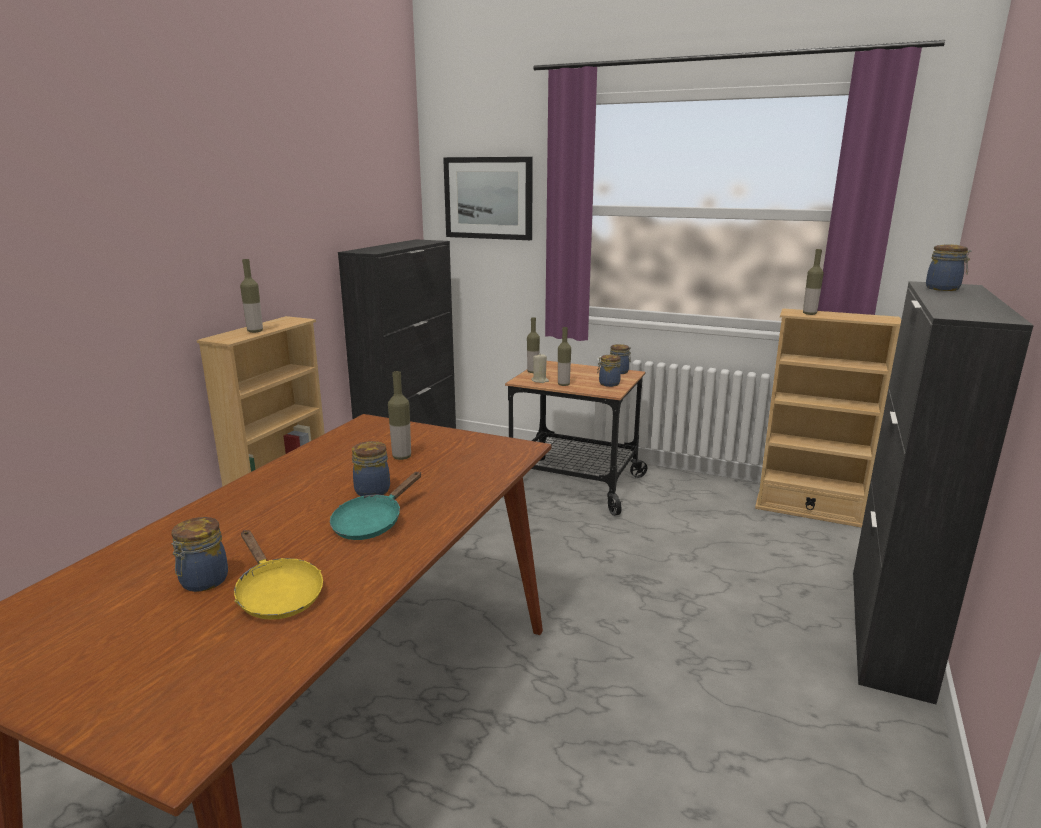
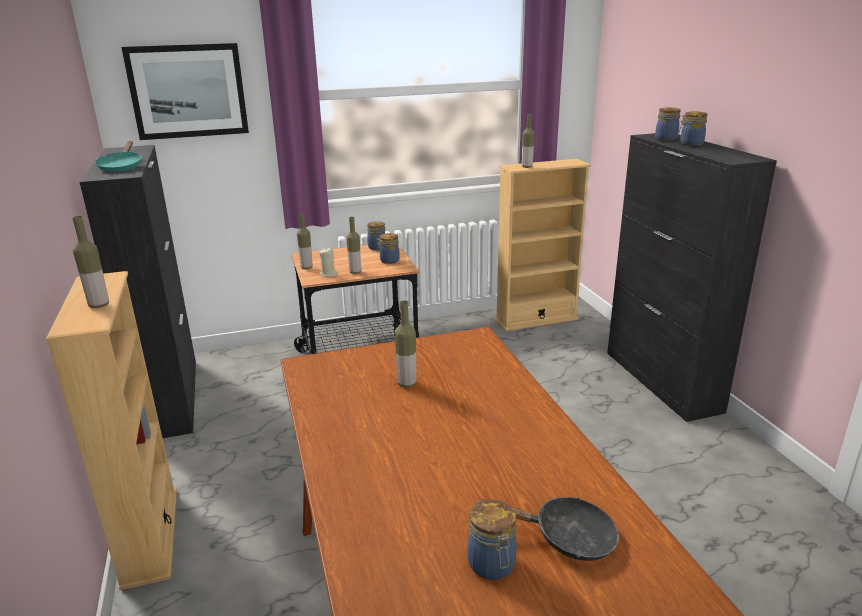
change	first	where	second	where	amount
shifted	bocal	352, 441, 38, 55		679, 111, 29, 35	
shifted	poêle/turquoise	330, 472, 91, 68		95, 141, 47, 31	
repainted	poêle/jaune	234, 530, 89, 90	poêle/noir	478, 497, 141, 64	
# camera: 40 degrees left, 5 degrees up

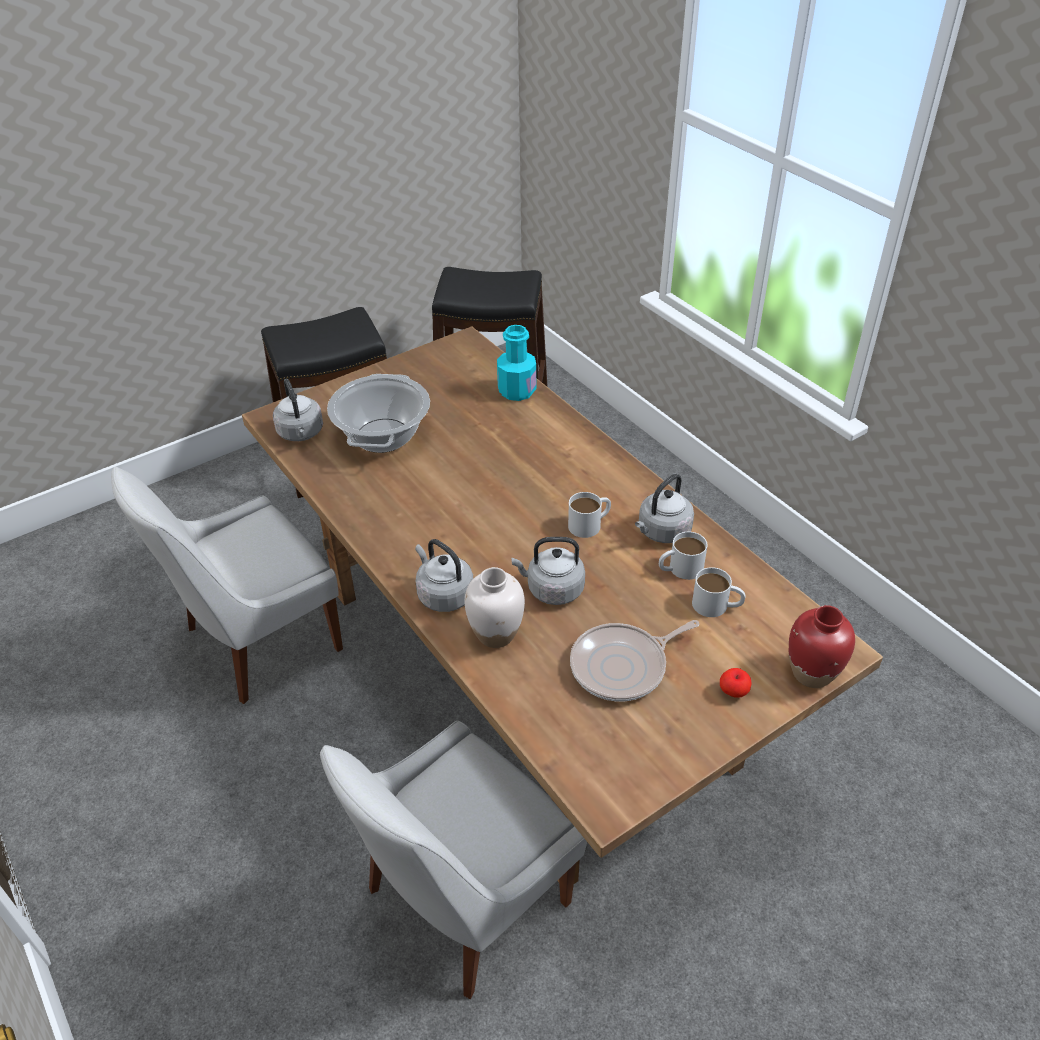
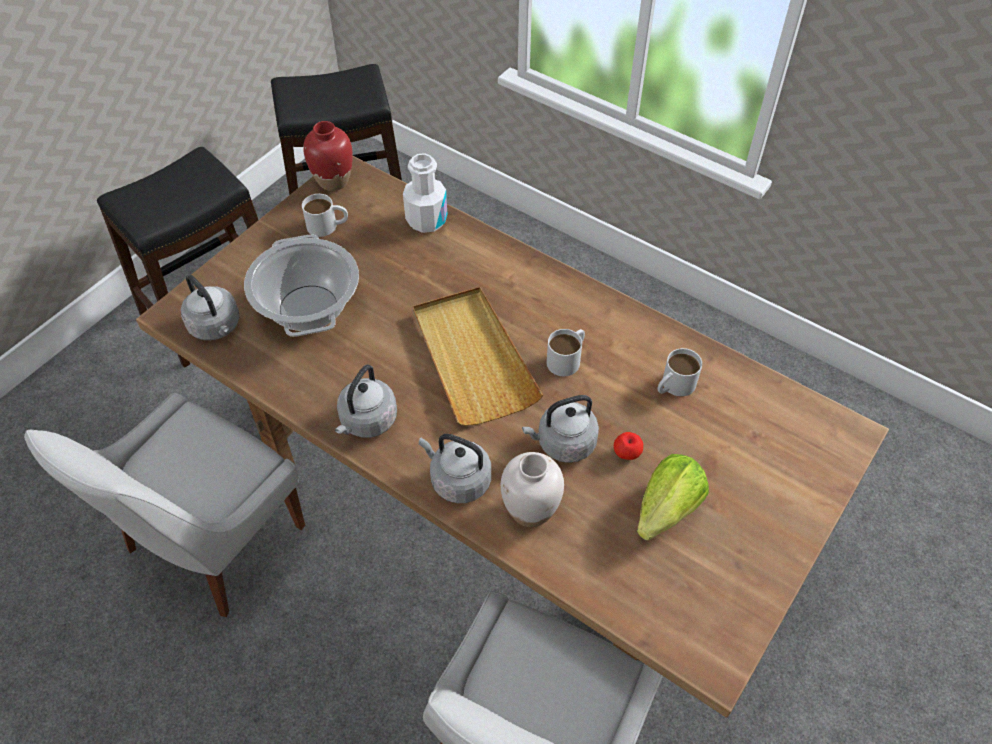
change	first	where	second	where	amount
repainted	bouteille/turquoise	497, 325, 39, 76	bouteille/blanc	403, 153, 44, 80	
shifted	bouilloire/gris	635, 474, 59, 69		335, 365, 62, 73	
shifted	mug/blanc	692, 567, 54, 50		302, 194, 46, 43	
shifted	vase/rouge	789, 605, 66, 83		303, 121, 50, 70	
swapped	poêle	570, 620, 129, 81	laitue	637, 454, 72, 86	
shifted	pomme	720, 668, 31, 30		614, 432, 29, 28	
new			plateau/beige	413, 287, 130, 139	
# camera: 20 degrees left, 10 degrees up

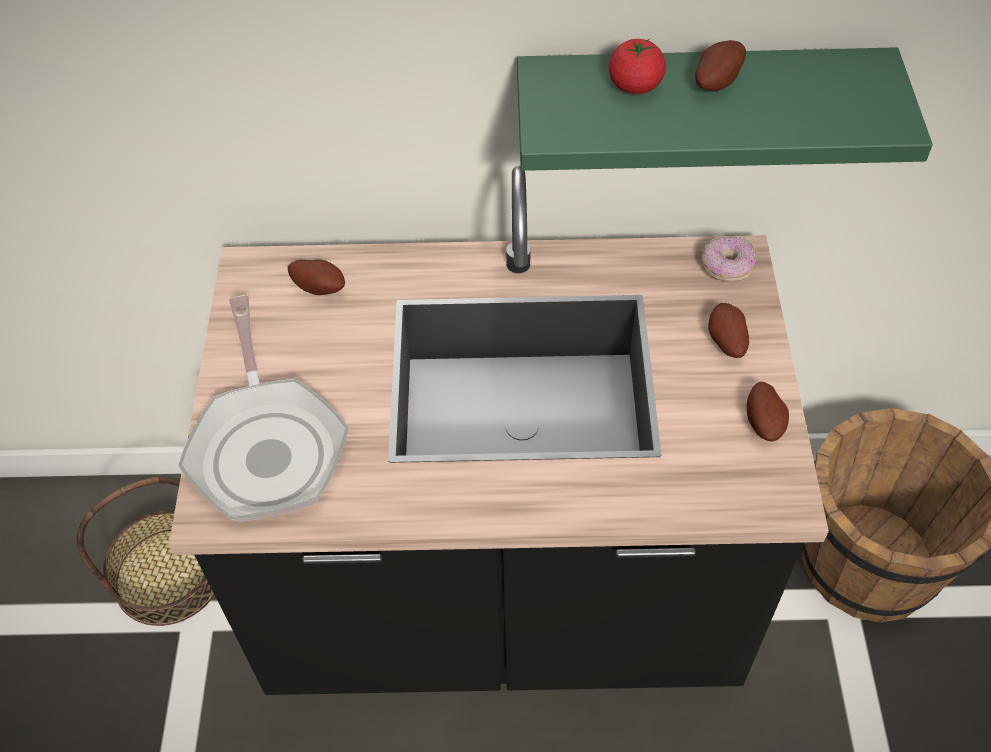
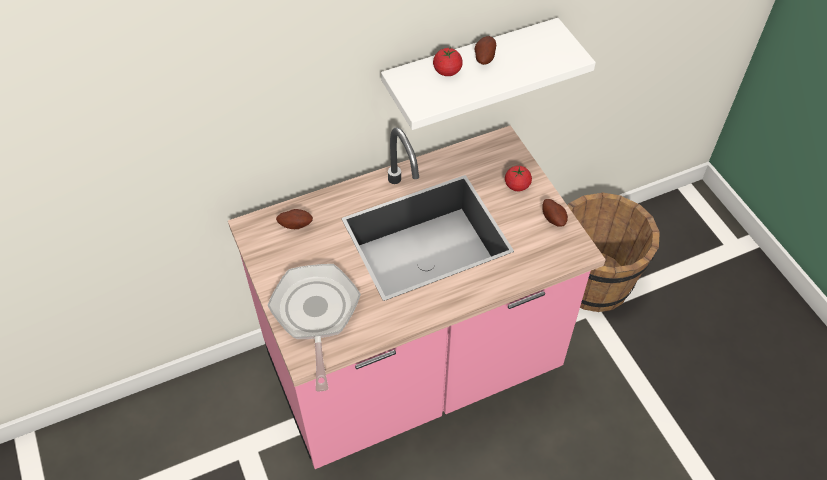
change	first	where	second	where	amount
repainted	étagère/vert	517, 47, 416, 124	étagère/blanc	381, 18, 215, 112	
repainted	comptoir de cuisine/noir	169, 166, 660, 529	comptoir de cuisine/rose	228, 125, 378, 344	
gone	beignet	701, 236, 56, 46			
rotated	poêle	178, 295, 171, 227		267, 264, 94, 128	150 degrees counterclockwise
swapped	pomme de terre	708, 303, 41, 55	tomate	505, 166, 27, 25	
gone	panier	77, 477, 137, 149			
# camera: 25 degrees left, 0 degrees up

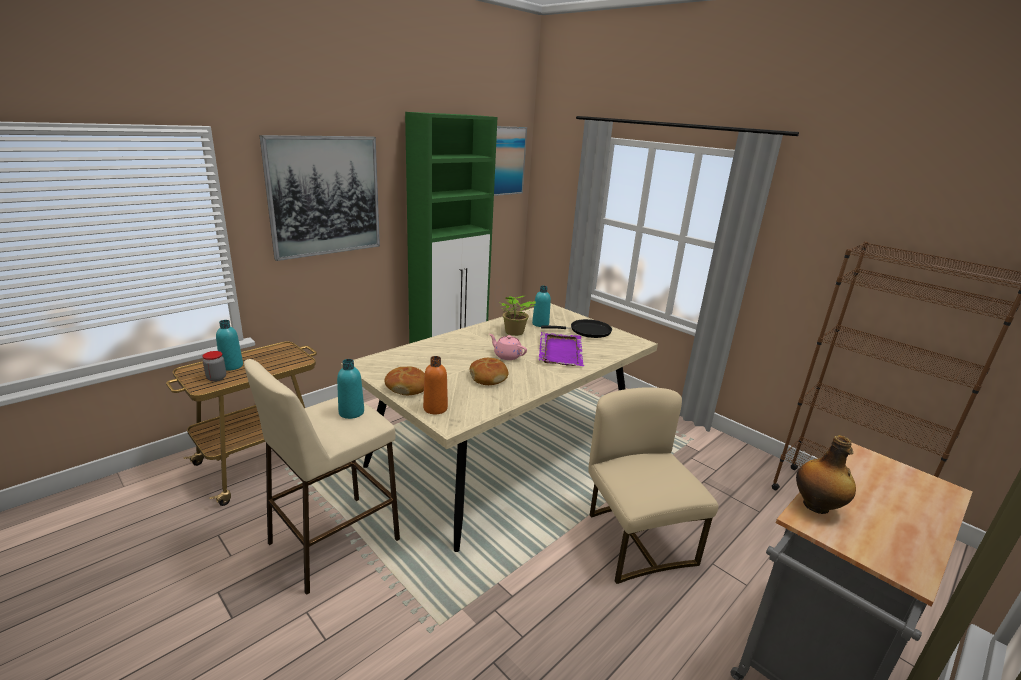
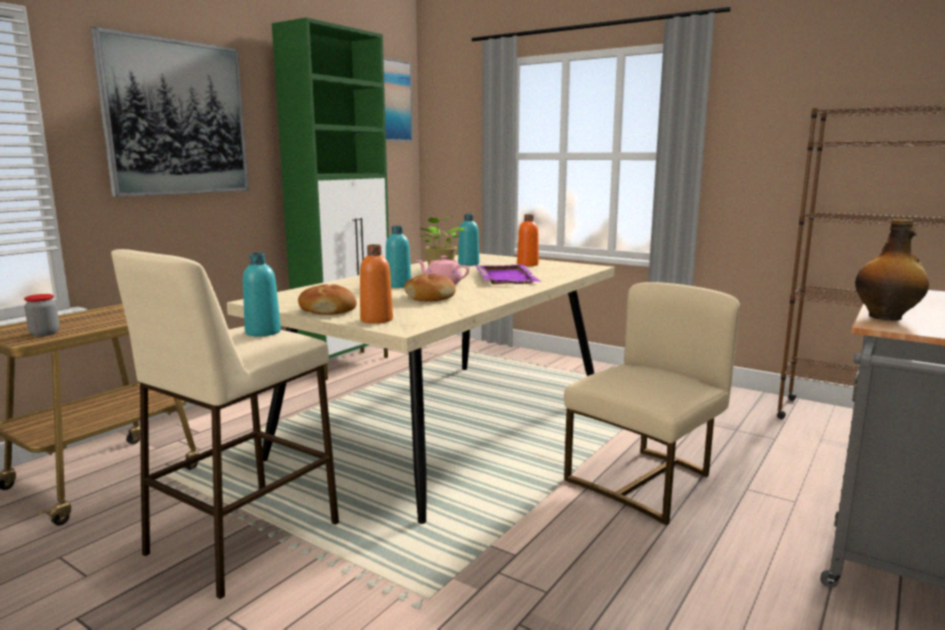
change	first	where	second	where	amount
swapped	poêle/noir	541, 319, 71, 19	bouteille/orange	517, 214, 22, 52	
shifted	bouteille/turquoise	216, 320, 27, 51		386, 226, 25, 62	
rotated	chaise/beige	588, 387, 131, 197		564, 282, 176, 243	75 degrees clockwise
# camera: 10 degrees left, 10 degrees down

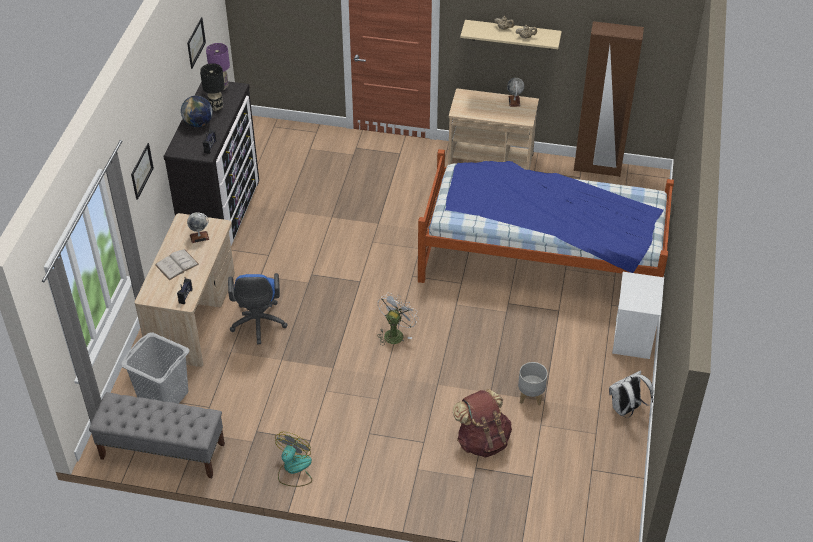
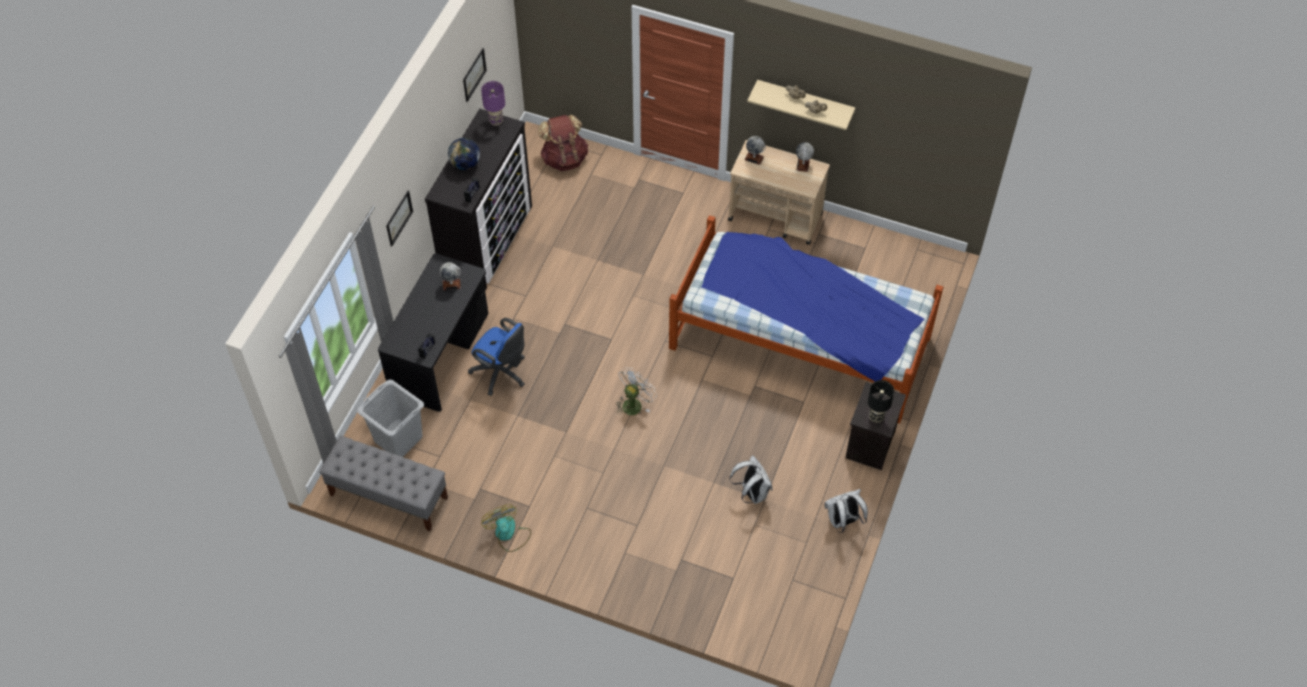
change	first	where	second	where	amount
gone	armoire/marron	574, 21, 70, 156			
shifted	lampe de table/noir	200, 63, 25, 48		868, 380, 26, 43	
repainted	bureau/beige	135, 213, 100, 154	bureau/noir	378, 253, 110, 159	
gone	livre/blanc	155, 249, 44, 31			
repainted	table de chevet/blanc	612, 272, 52, 87	table de chevet/noir	846, 382, 60, 88	
rotated	chaise de bureau/bleu	228, 273, 60, 71		468, 318, 57, 78	60 degrees counterclockwise
swapped	cache-pot/gris	518, 362, 30, 44	sac à dos/blanc	729, 455, 43, 49	
shifted	sac à dos/marron	453, 389, 59, 69		538, 115, 50, 56	
rotated	ventilateur	275, 432, 37, 55		481, 505, 50, 47	60 degrees counterclockwise
new			globe	744, 136, 22, 29	
# camera: 10 degrees right, 10 degrees up

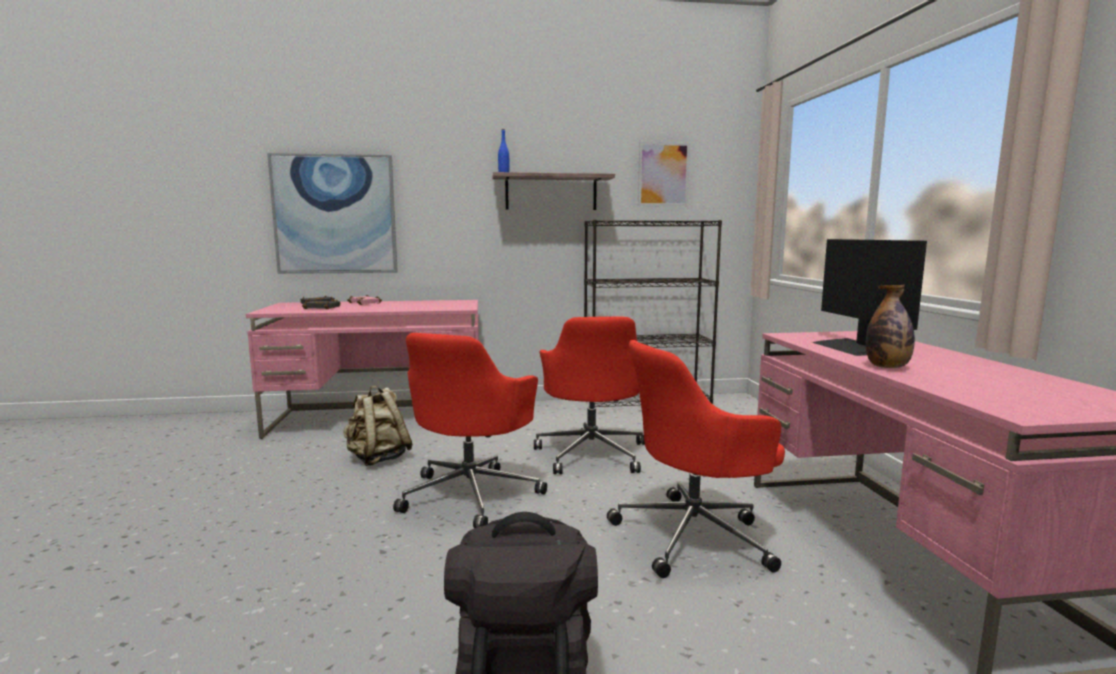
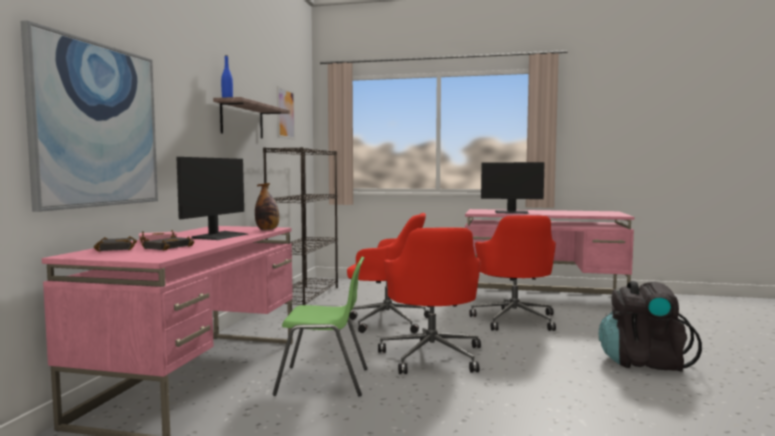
change	first	where	second	where	amount
shifted	bouteille	866, 284, 49, 84		255, 183, 24, 48	
rotated	chaise de bureau/rouge	393, 333, 154, 195		378, 227, 103, 147	45 degrees clockwise
swapped	sac à dos/beige	343, 386, 70, 80	chaise/vert	273, 256, 94, 140	
new			écran d'ordinateur	176, 157, 72, 83	
# camera: 70 degrees left, 5 degrees down

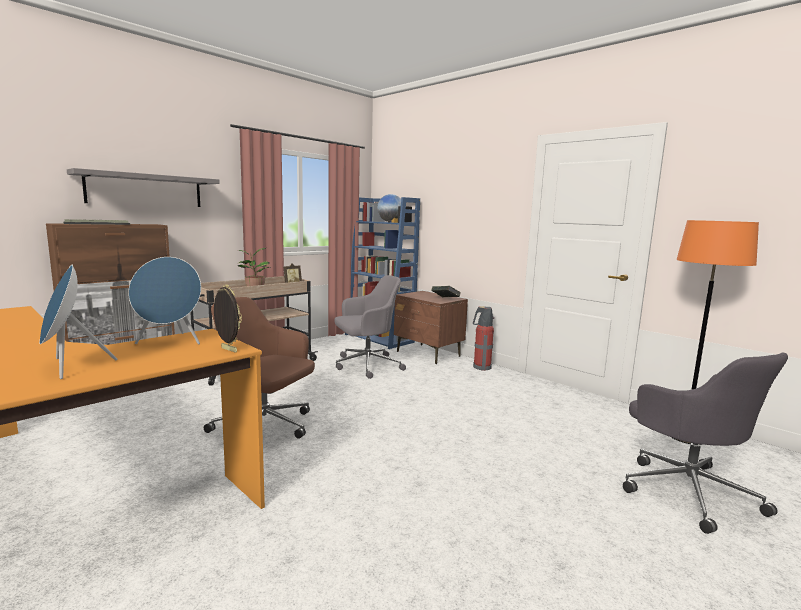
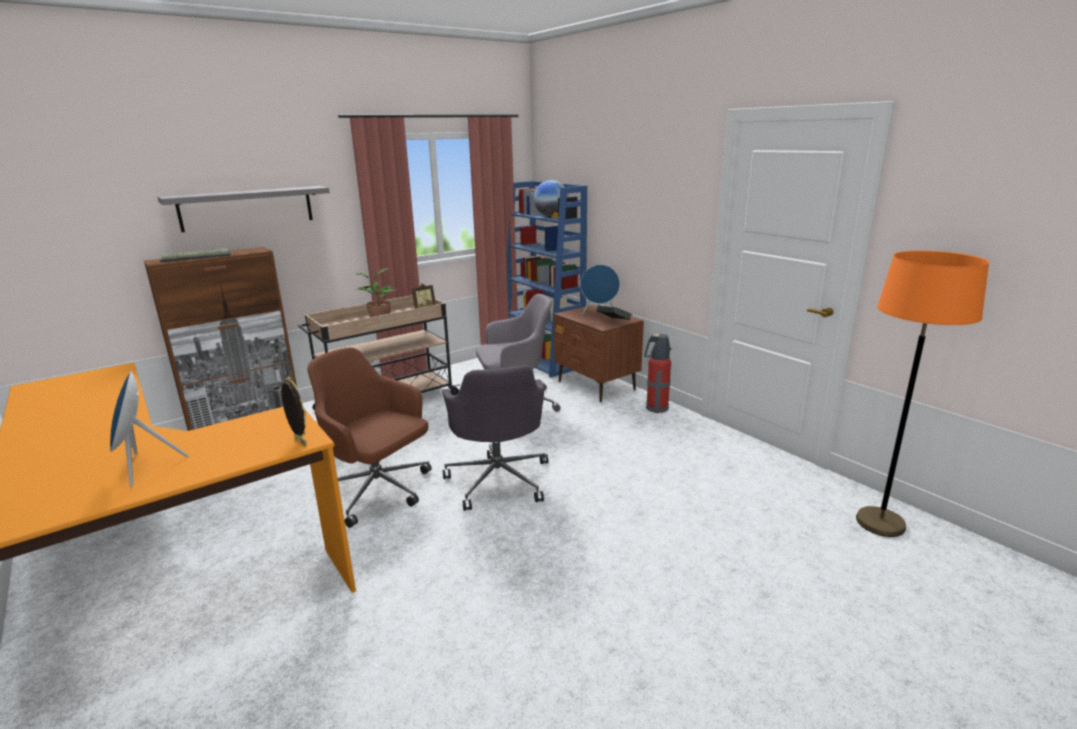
change	first	where	second	where	amount
shifted	enceinte/bleu	128, 257, 73, 87		580, 265, 40, 50	
shifted	chaise de bureau/gris	623, 353, 165, 181		442, 365, 106, 146	
# camera: 10 degrees right, 10 degrees up

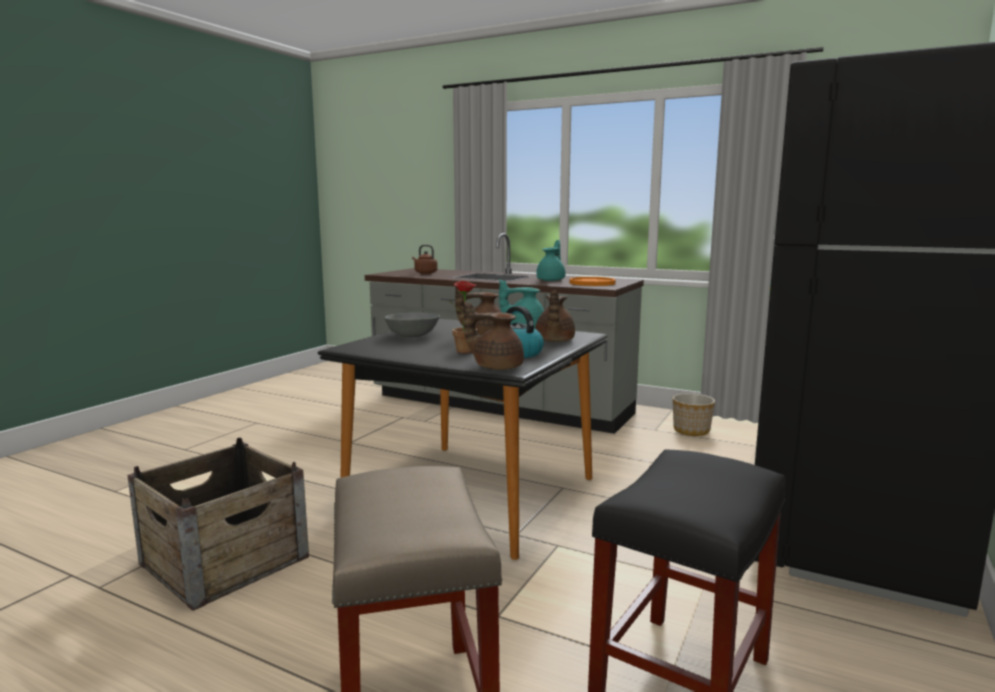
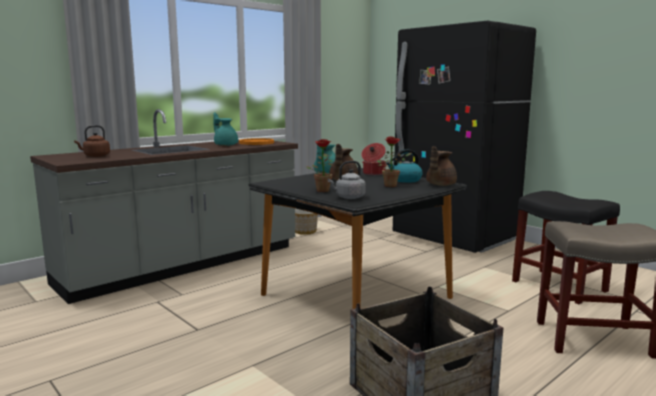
change	first	where	second	where	amount
swapped	théière/marron	535, 290, 40, 52	marmite	361, 143, 26, 32	
swapped	bol/gris	384, 312, 56, 25	plante en pot	306, 139, 27, 53	
new			bouilloire/gris	328, 161, 38, 38	
# camera: 70 degrees left, 0 degrees up

